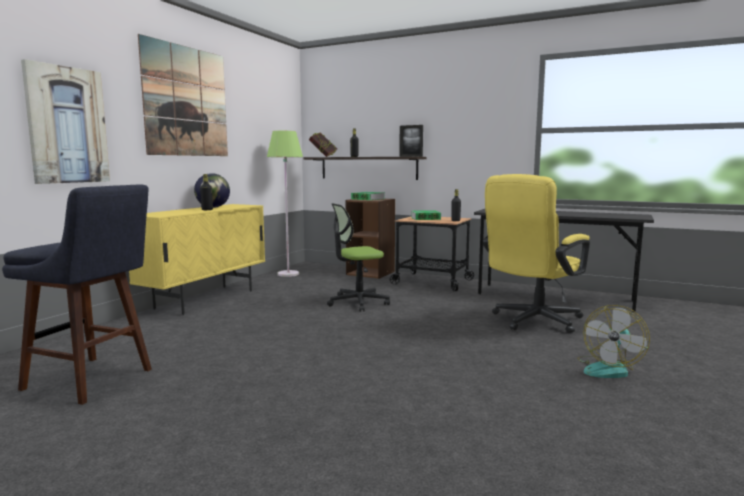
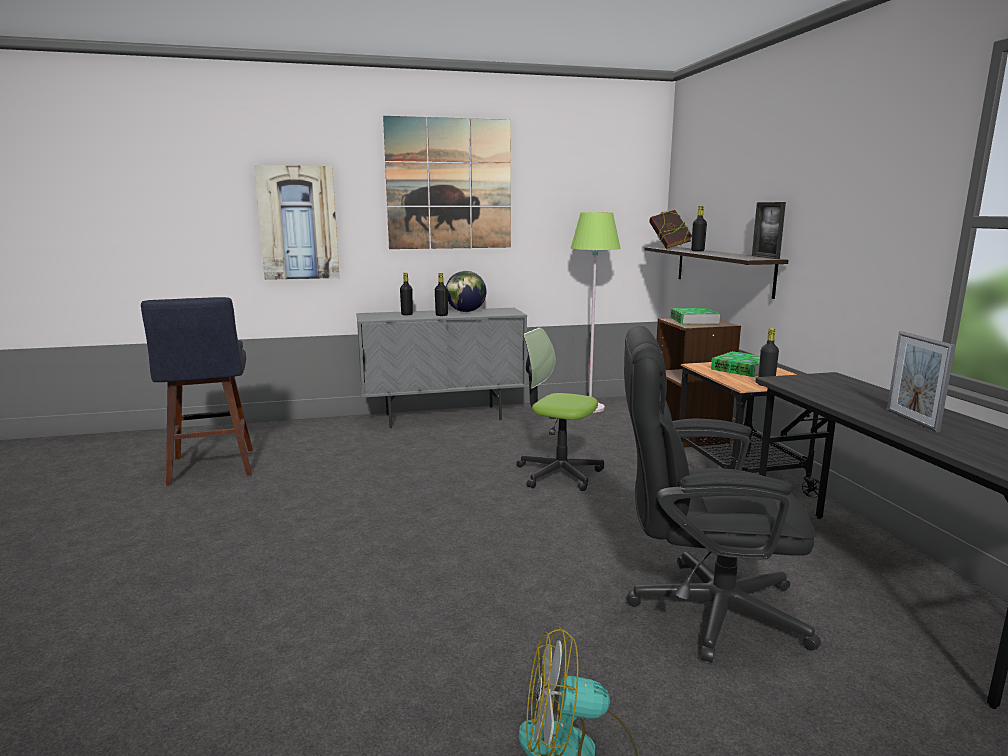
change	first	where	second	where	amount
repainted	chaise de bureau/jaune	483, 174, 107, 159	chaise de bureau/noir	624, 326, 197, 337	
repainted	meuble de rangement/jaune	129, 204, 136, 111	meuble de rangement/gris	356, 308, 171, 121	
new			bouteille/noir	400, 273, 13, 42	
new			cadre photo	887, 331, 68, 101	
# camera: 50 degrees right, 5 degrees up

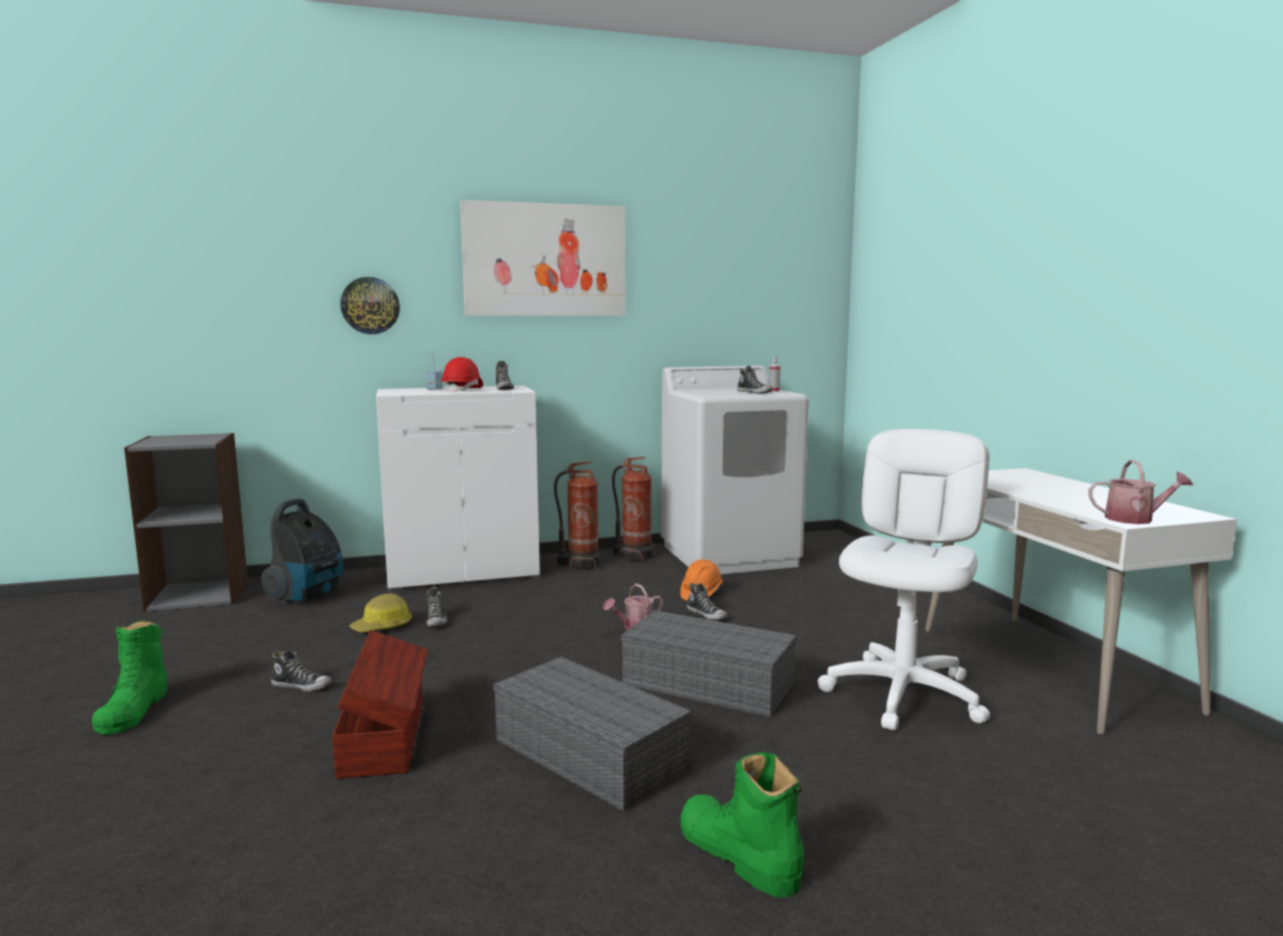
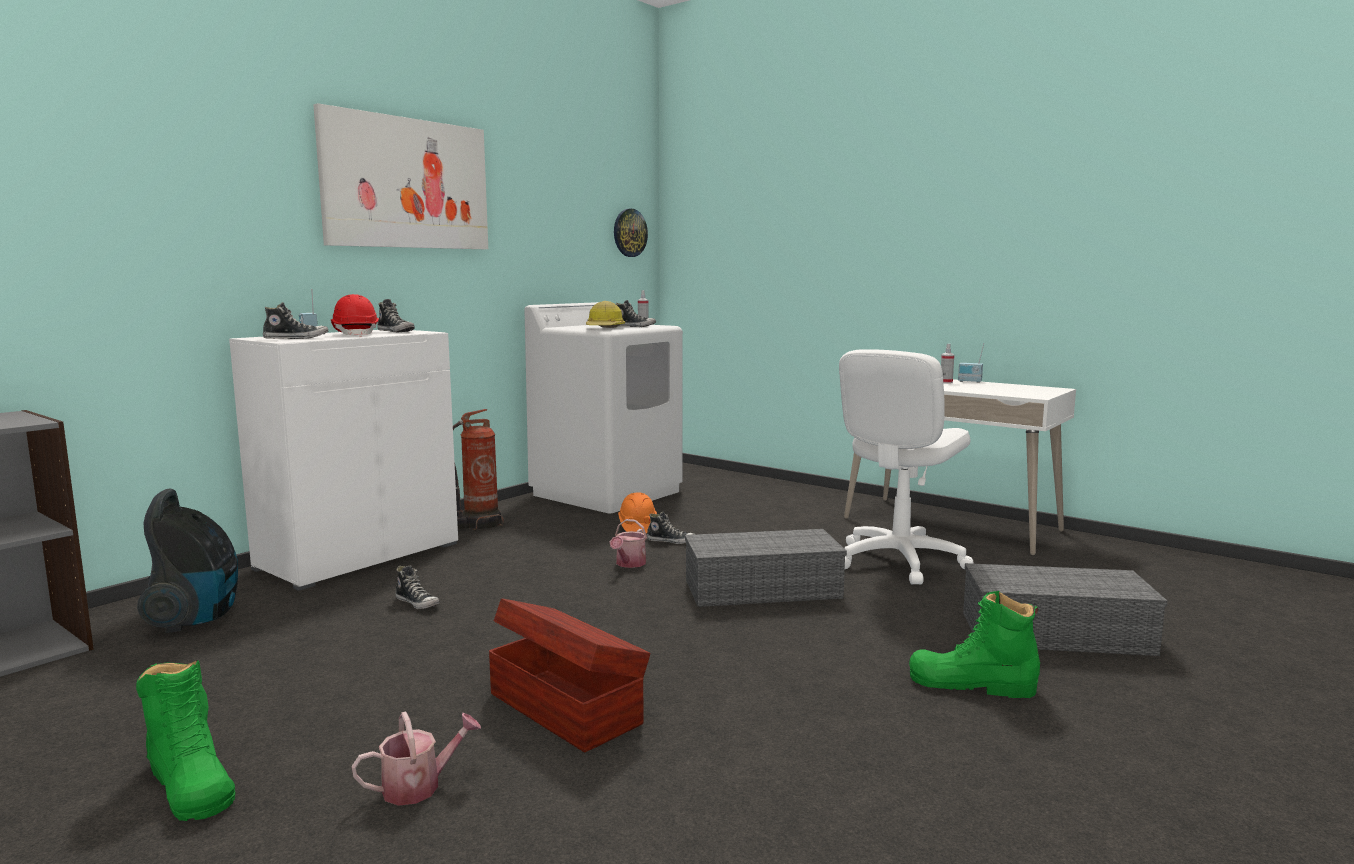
change	first	where	second	where	amount
shifted	horloge murale	340, 277, 60, 57		614, 209, 34, 48	
rotated	chaise de bureau/blanc	818, 429, 172, 301		839, 349, 135, 236	135 degrees counterclockwise
gone	extincteur	612, 457, 44, 105			
shifted	arrosoir	1088, 459, 105, 65		352, 711, 129, 95	
shifted	casque de chantier	349, 593, 63, 39		586, 301, 39, 27	
shifted	chaussure	271, 649, 61, 43		263, 302, 65, 37	
shifted	boîte de rangement/gris	493, 657, 198, 154		963, 563, 205, 93	
new			radio	958, 343, 26, 40	
new			vaporisateur	941, 344, 13, 40	
# camera: 35 degrees left, 0 degrees up

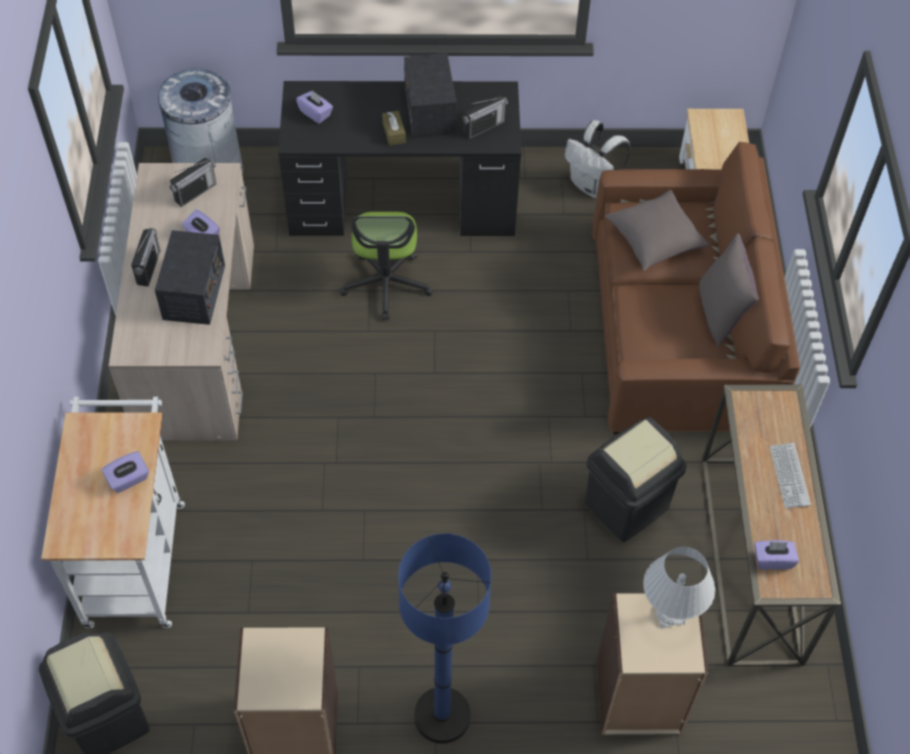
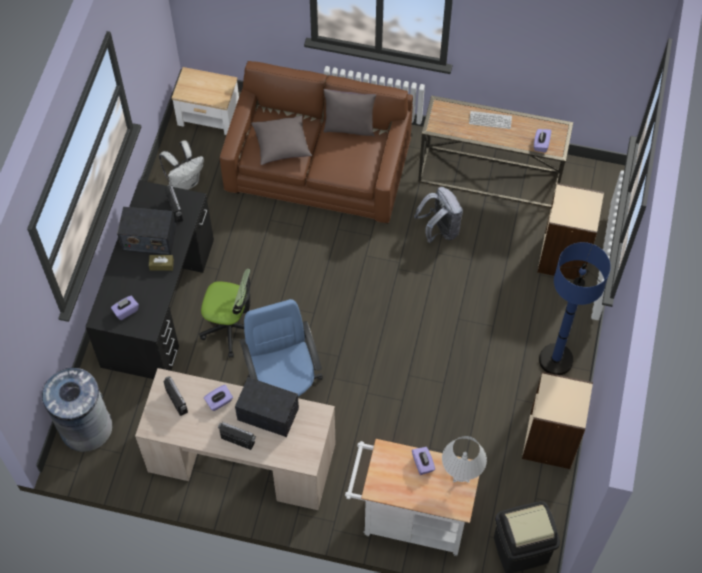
change	first	where	second	where	amount
swapped	poubelle/noir	585, 417, 101, 125	sac à dos/gris	414, 187, 49, 56	
shifted	lampe de table/blanc	643, 547, 72, 82		442, 436, 45, 47	
new			chaise de bureau/bleu	240, 299, 83, 97	
# camera: 75 degrees left, 5 degrees up

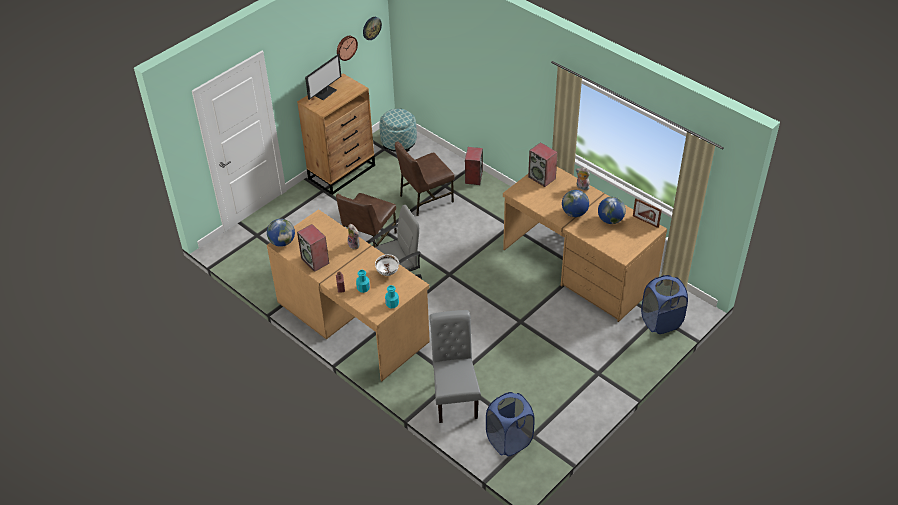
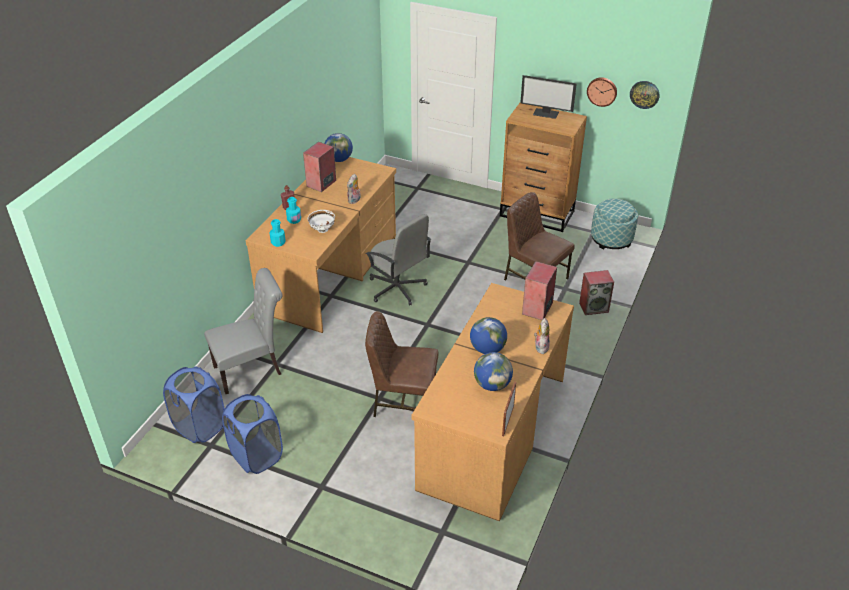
change	first	where	second	where	amount
shifted	chaise/marron	336, 193, 61, 54		365, 311, 74, 106	
shifted	panier à linge/bleu	641, 275, 47, 59		222, 394, 61, 80	
# camera: 70 degrees right, 5 degrees down

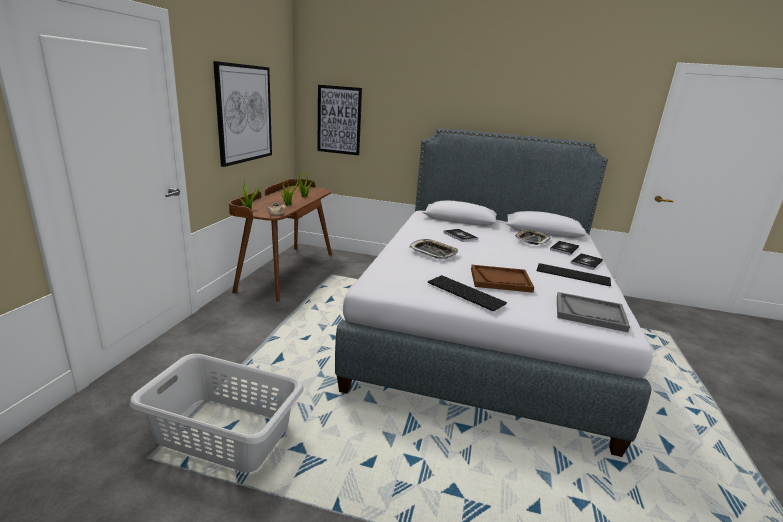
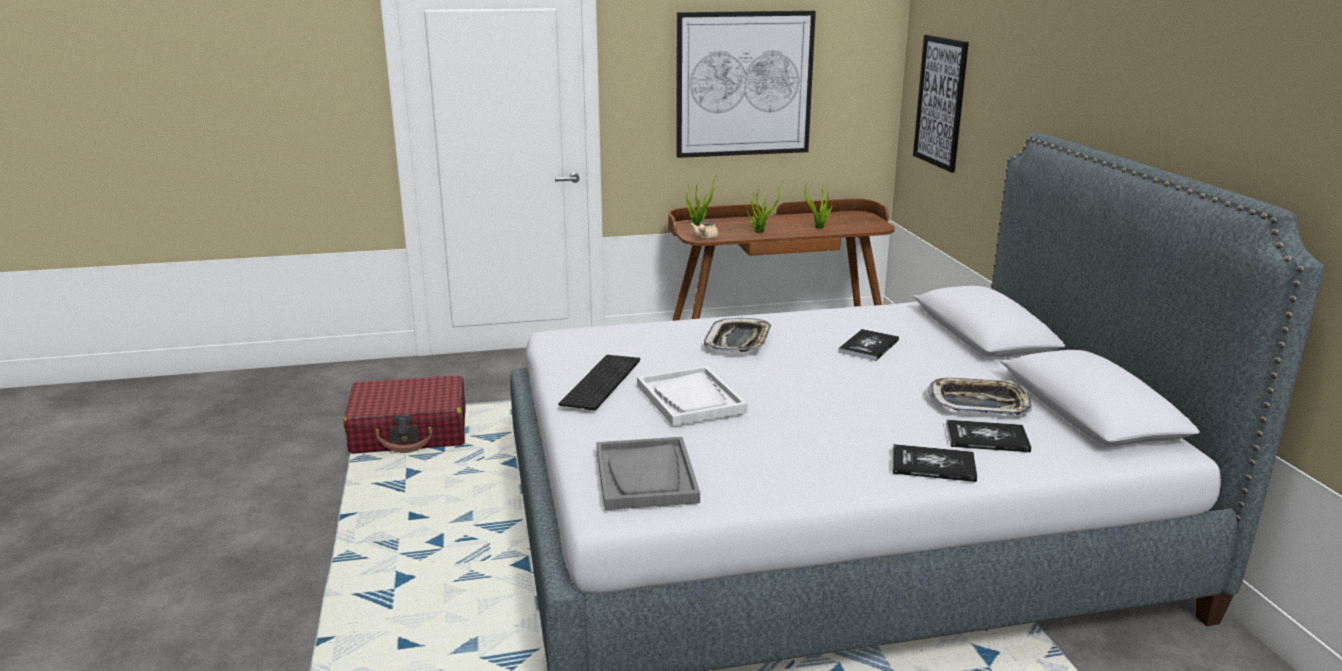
change	first	where	second	where	amount
gone	clavier	537, 263, 74, 23			
repainted	plateau/marron	471, 265, 63, 28	plateau/blanc	637, 366, 111, 60	
swapped	panier à linge/gris	129, 354, 175, 119	valise/rouge	343, 375, 122, 79	
# camera: 65 degrees right, 0 degrees up

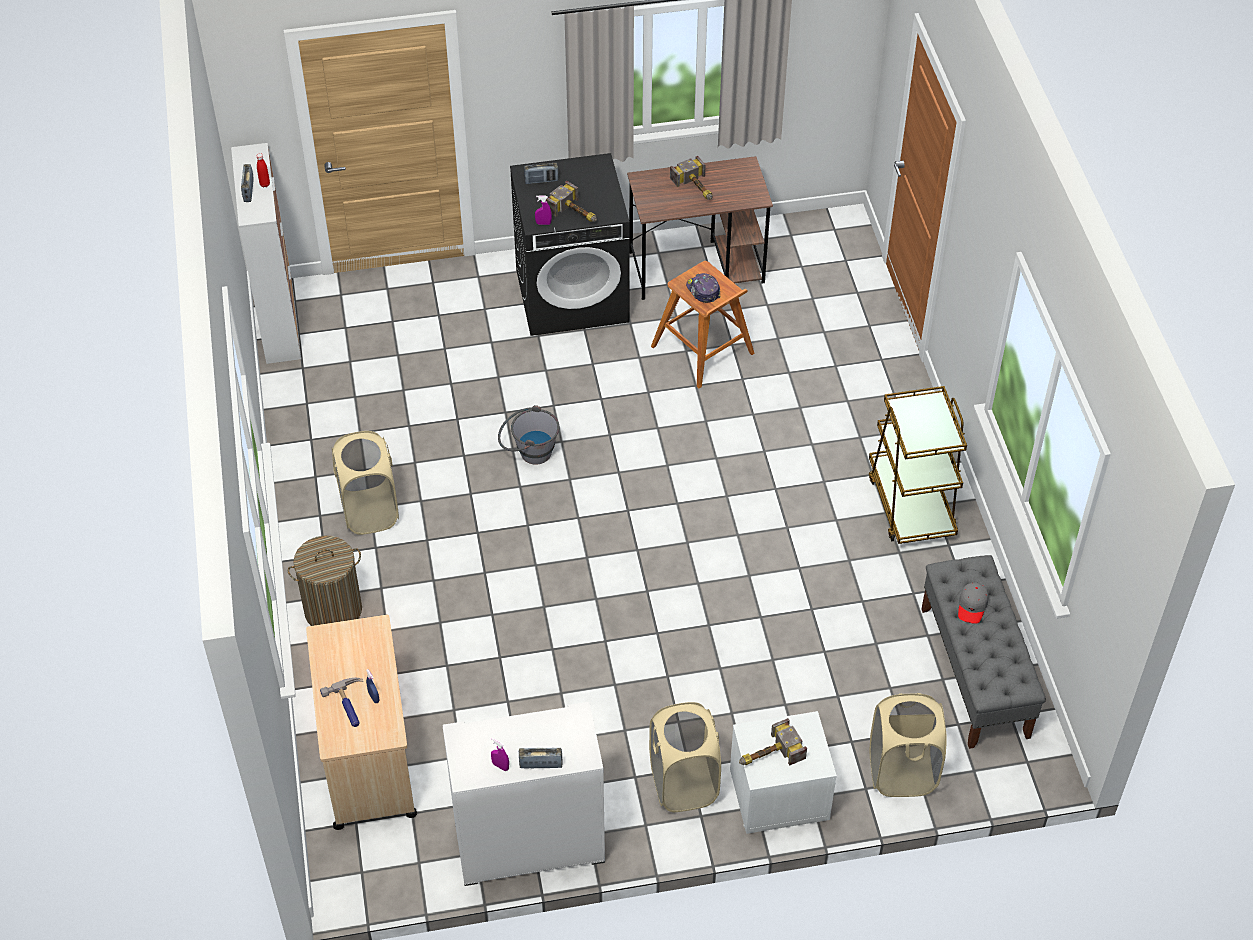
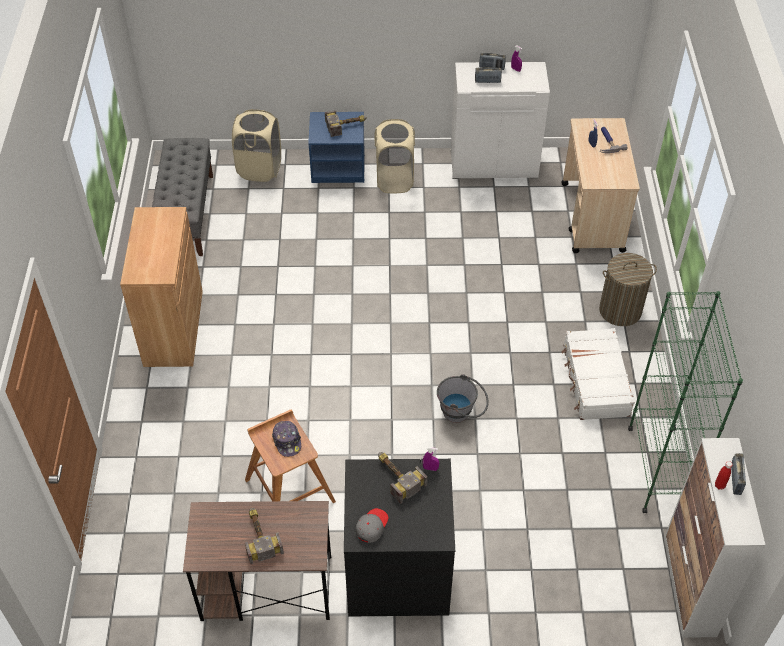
change	first	where	second	where	amount
shifted	radio	524, 163, 35, 21		475, 67, 27, 16	
swapped	chariot/marron	869, 386, 98, 158	meuble de rangement/marron	120, 207, 83, 160	
swapped	panier à linge/beige	332, 431, 67, 104	valise/blanc	561, 328, 74, 92	
shifted	casquette/gris	958, 583, 31, 41		356, 508, 32, 35	
repainted	table de chevet/blanc	730, 711, 107, 123	table de chevet/bleu	308, 112, 57, 71	
new			bibliothèque/vert	628, 291, 115, 222	
# camera: 170 degrees left, 0 degrees up

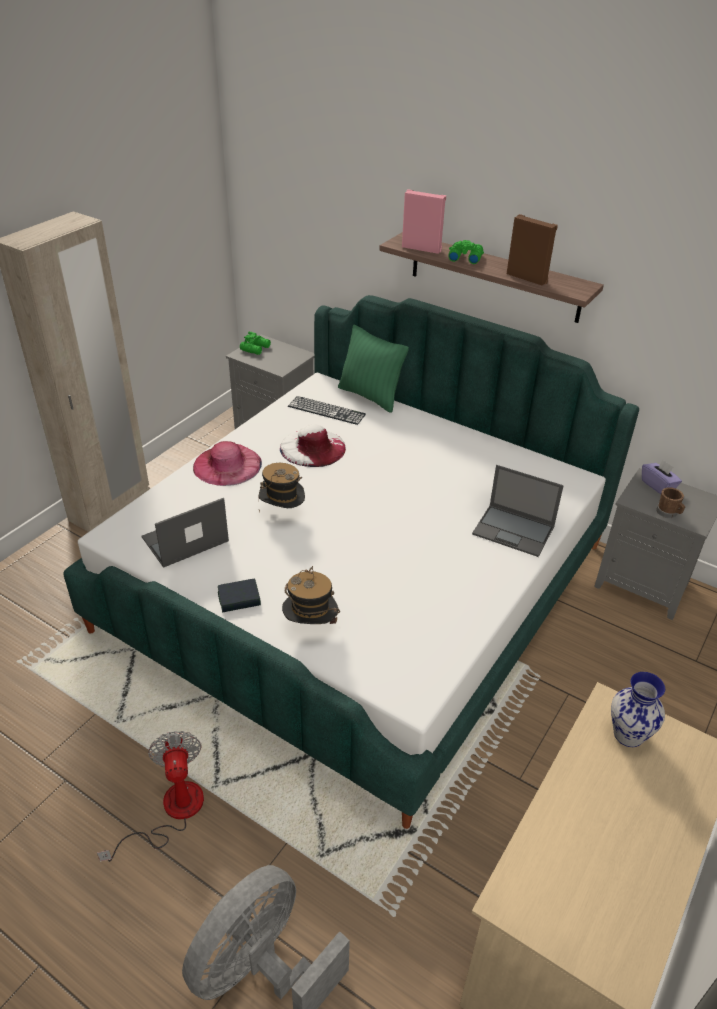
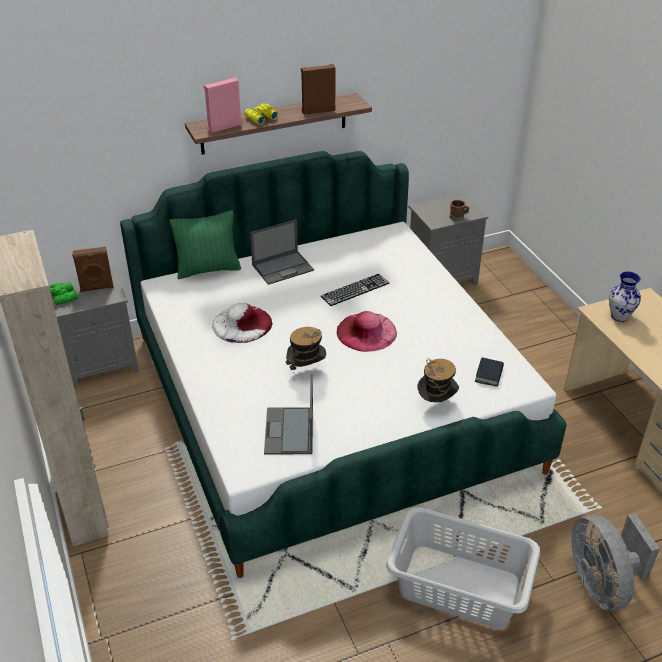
change	first	where	second	where	amount
repainted	jumelles/vert	448, 240, 36, 24	jumelles/jaune	245, 104, 33, 21	
shifted	clavier	288, 396, 78, 29		321, 274, 69, 32	
shifted	chapeau/rose	193, 441, 69, 45		337, 311, 60, 41	
gone	boîte à mouchoirs/violet	642, 459, 40, 35			
shifted	ordinateur portable	472, 465, 92, 92		250, 219, 64, 66	
shifted	livre	218, 579, 43, 33		475, 358, 29, 29	
swapped	ventilateur	97, 731, 107, 131	panier à linge/gris	386, 507, 154, 122	
new			enceinte/marron	72, 247, 42, 45	
# camera: 55 degrees left, 0 degrees up

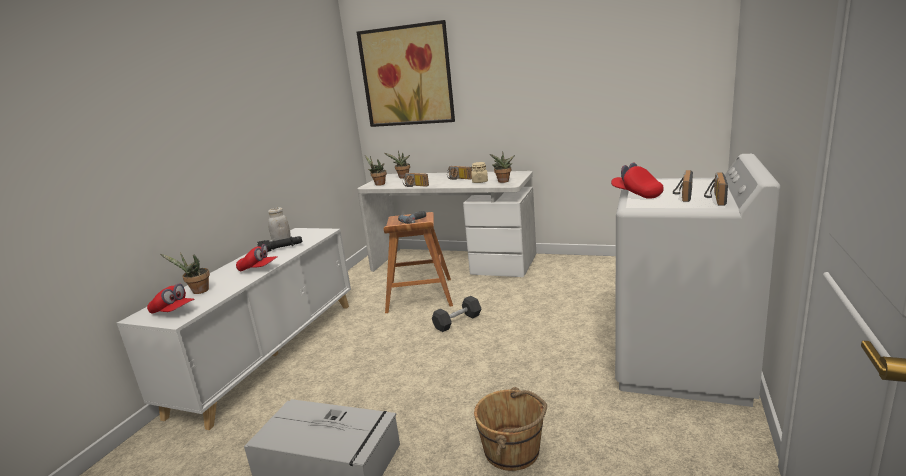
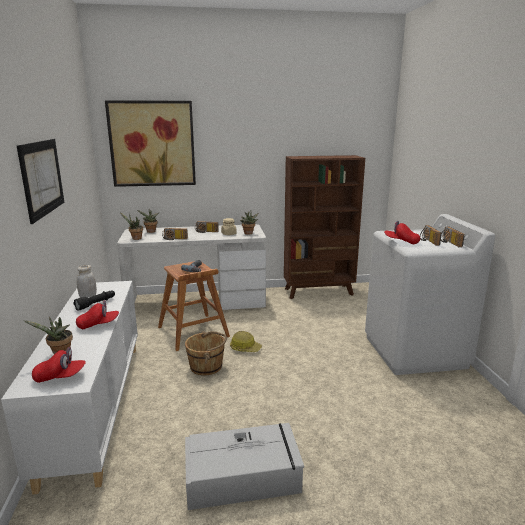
change	first	where	second	where	amount
swapped	haltère/noir	432, 296, 49, 36	casque de chantier	230, 331, 32, 21	
shifted	seau/marron	474, 387, 73, 84		185, 331, 42, 45	
new			tableau	17, 139, 48, 85	
new			bibliothèque/marron	284, 155, 81, 144	
# camera: 30 degrees left, 0 degrees up

